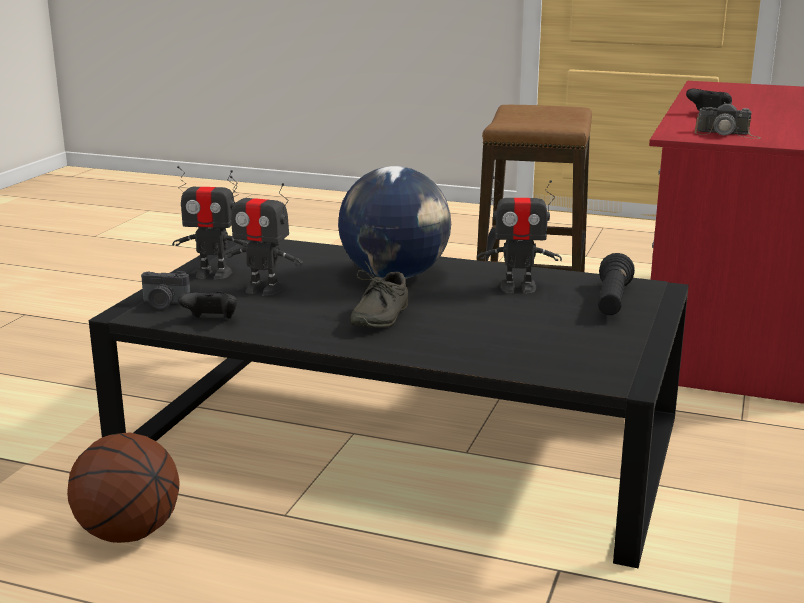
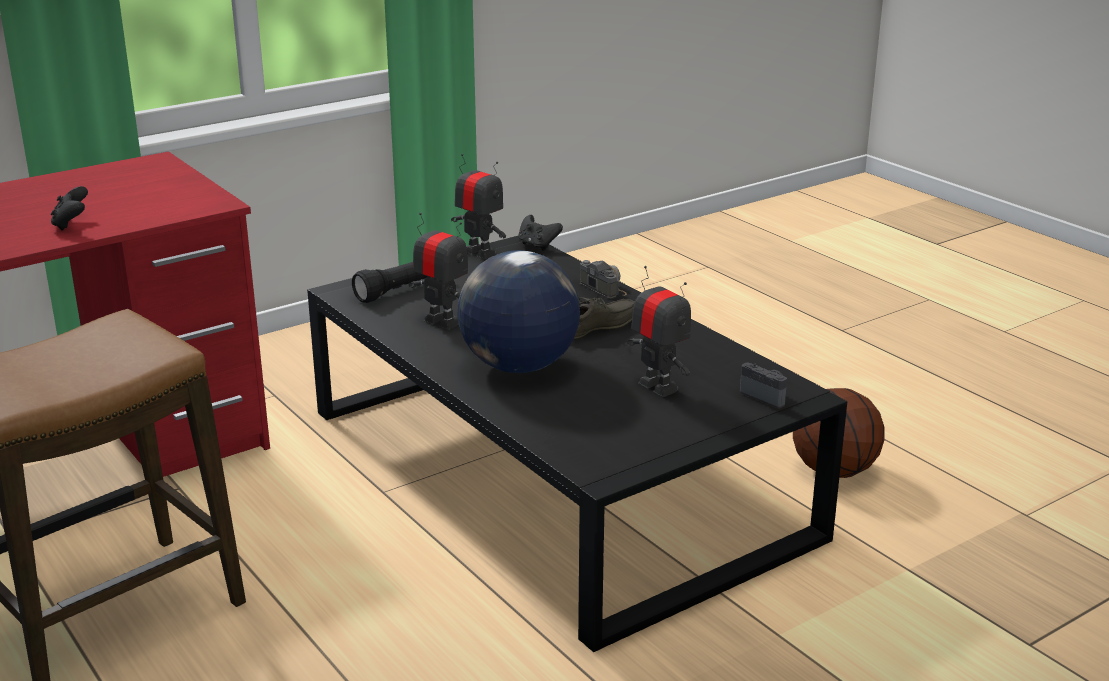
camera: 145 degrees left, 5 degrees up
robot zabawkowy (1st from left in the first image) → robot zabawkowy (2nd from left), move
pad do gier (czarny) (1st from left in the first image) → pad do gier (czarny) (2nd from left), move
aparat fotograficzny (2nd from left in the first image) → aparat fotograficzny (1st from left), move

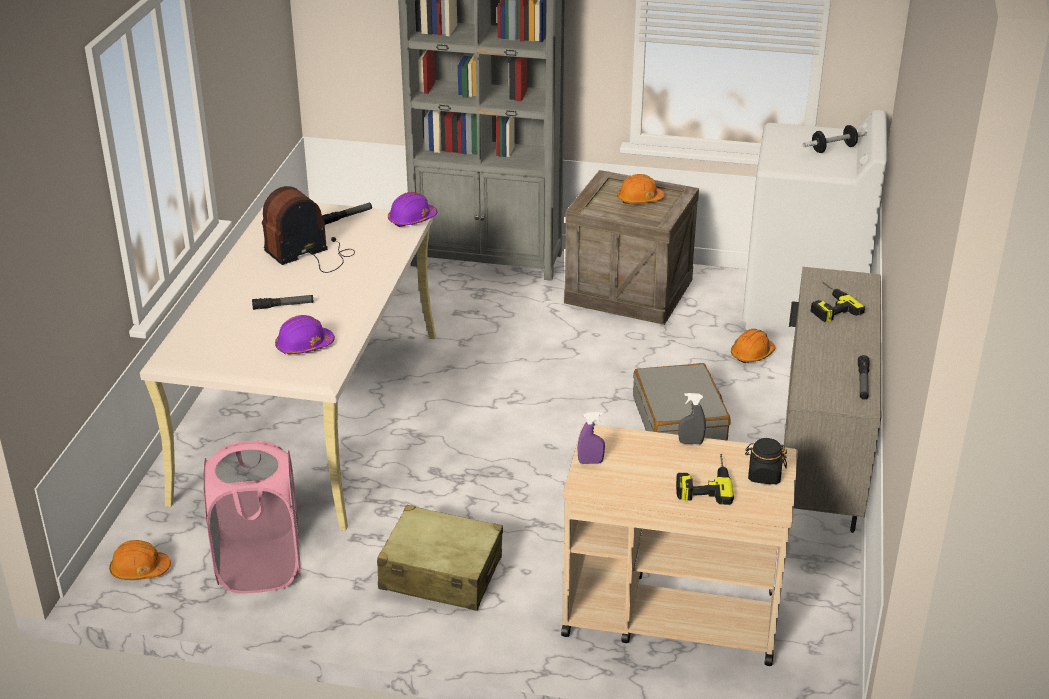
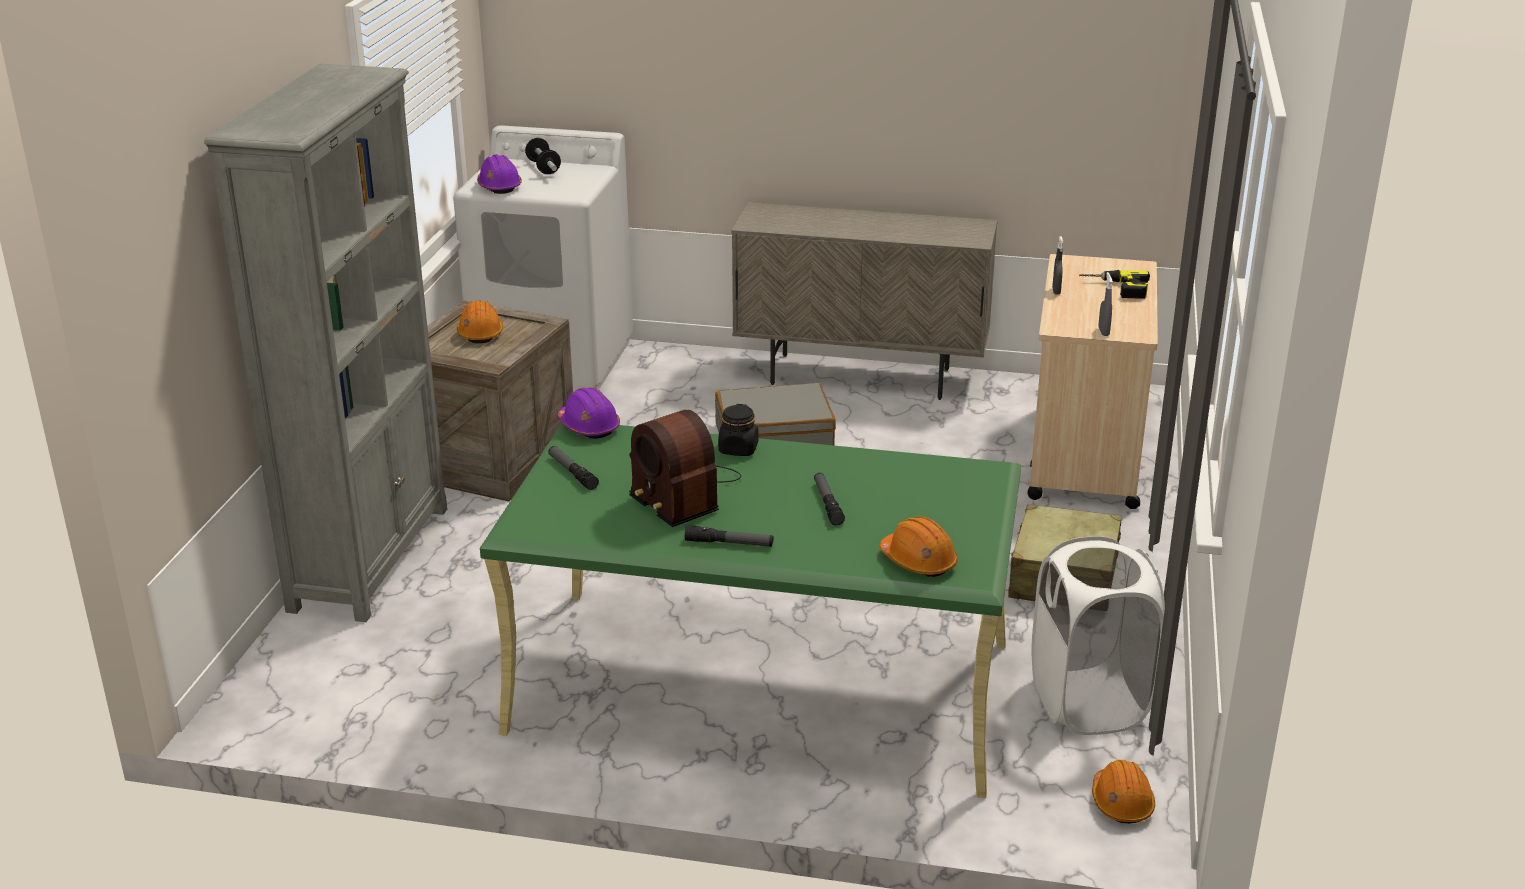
camera: 90 degrees left, 5 degrees down
biurko (beżowy) → biurko (zielony)
kosz na pranie (różowy) → kosz na pranie (biały)
kask (fioletowy) (1st from left), move
spryskiwacz (fioletowy) → spryskiwacz (szary) (2nd from left)
kask (pomarańczowy) (3rd from left in the first image) → kask (pomarańczowy) (2nd from left), move
słoik (czarny), move
wiertarka (2nd from left) → -
latarka (3rd from left in the first image) → latarka (2nd from left), move

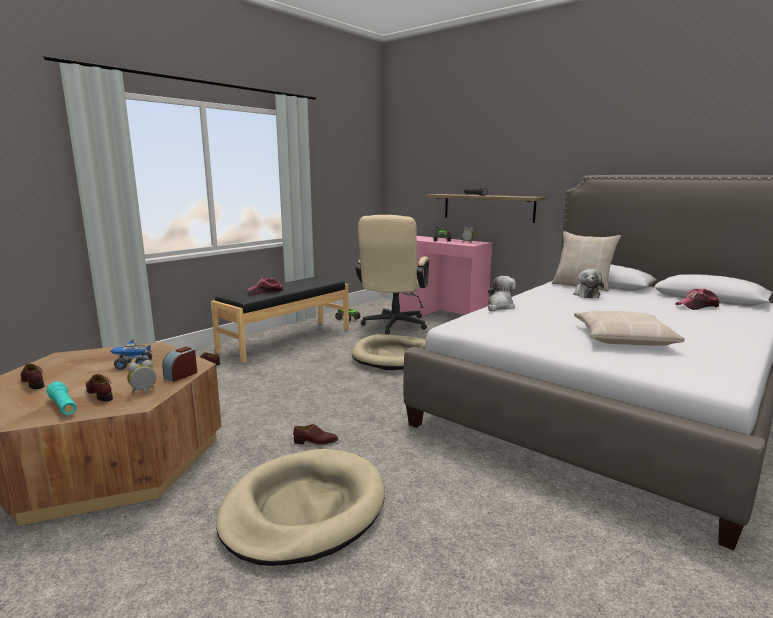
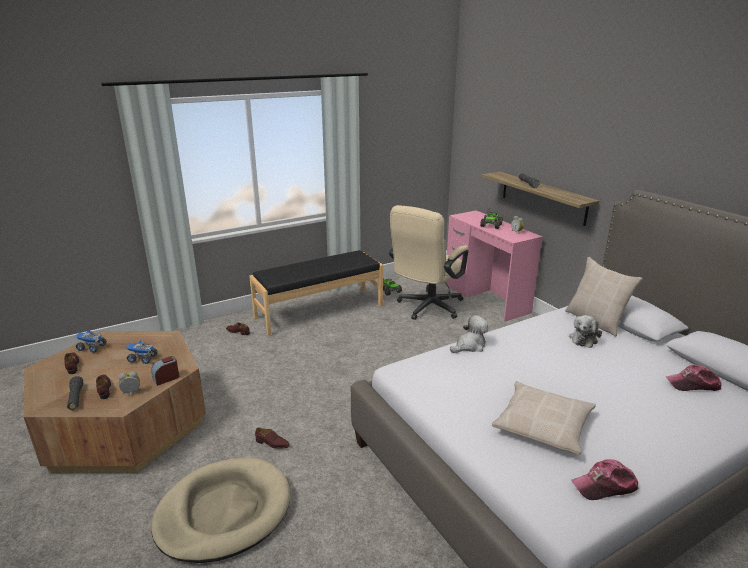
camera: 20 degrees right, 10 degrees up
latarka (turkusowy) → latarka (czarny) (1st from left)
czapka z daszkiem (1st from left), move
legowisko (beżowy) (2nd from left) → -
- → ciężarówka zabawkowa (1st from left)

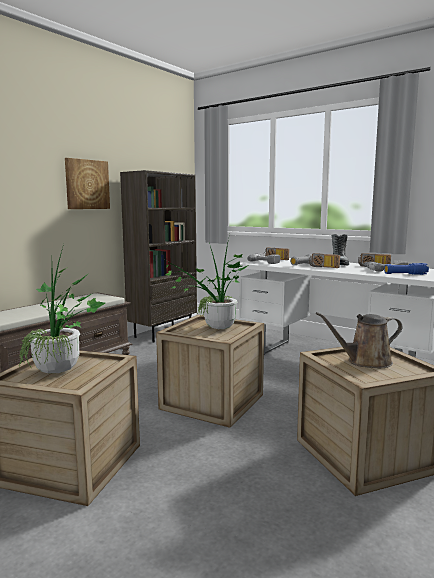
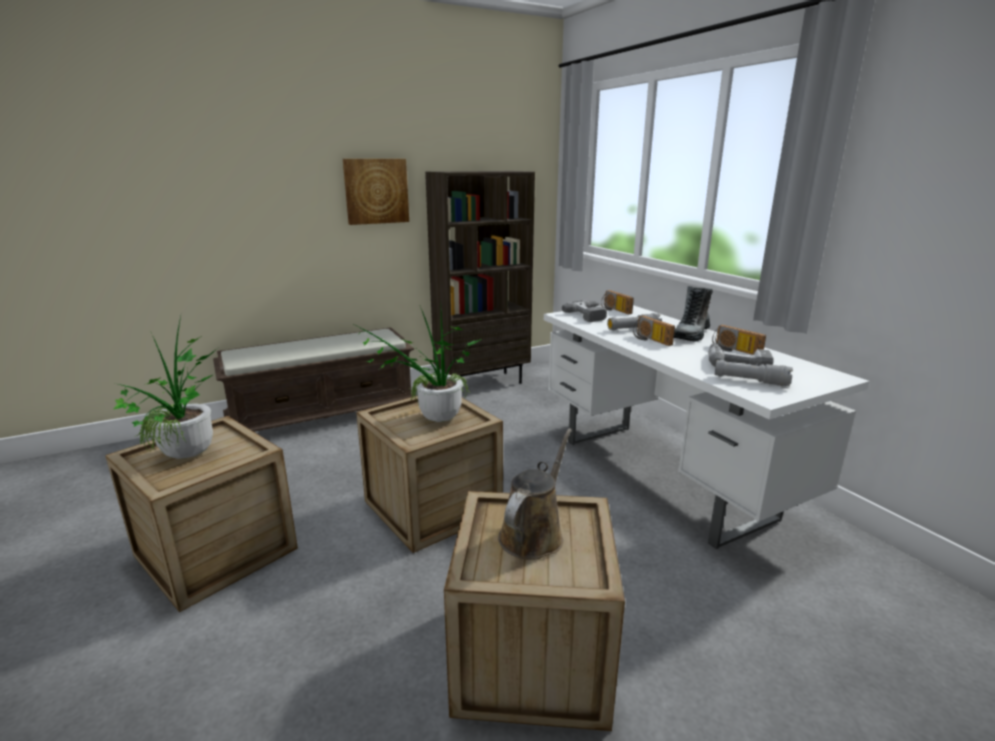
camera: 25 degrees right, 10 degrees up
konewka (brązowy), 105 degrees clockwise
latarka (niebieski) → latarka (szary) (2nd from left)

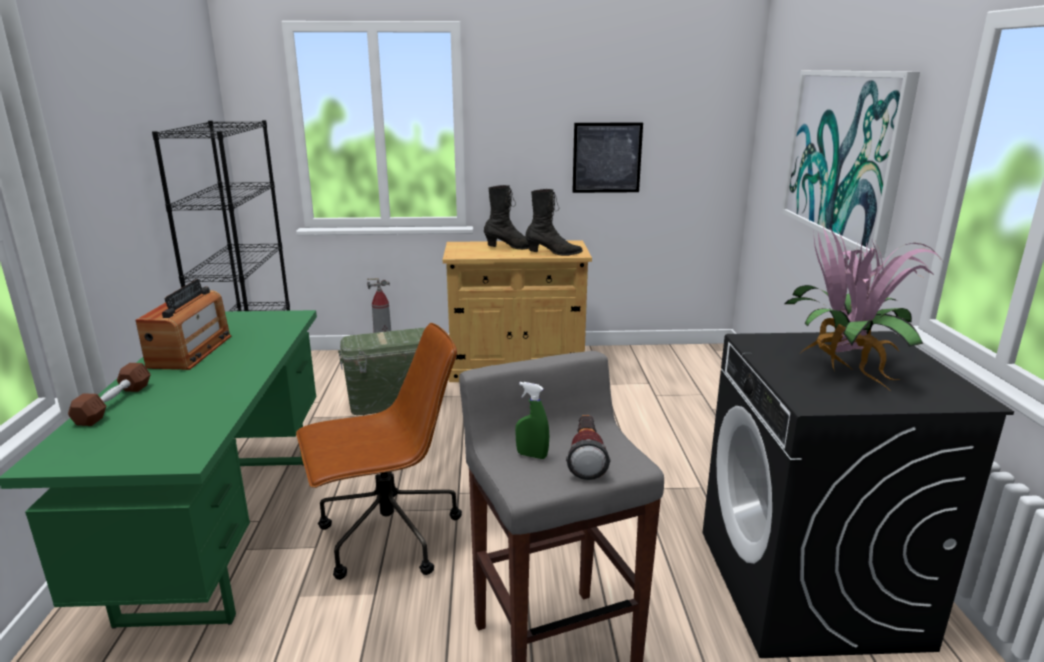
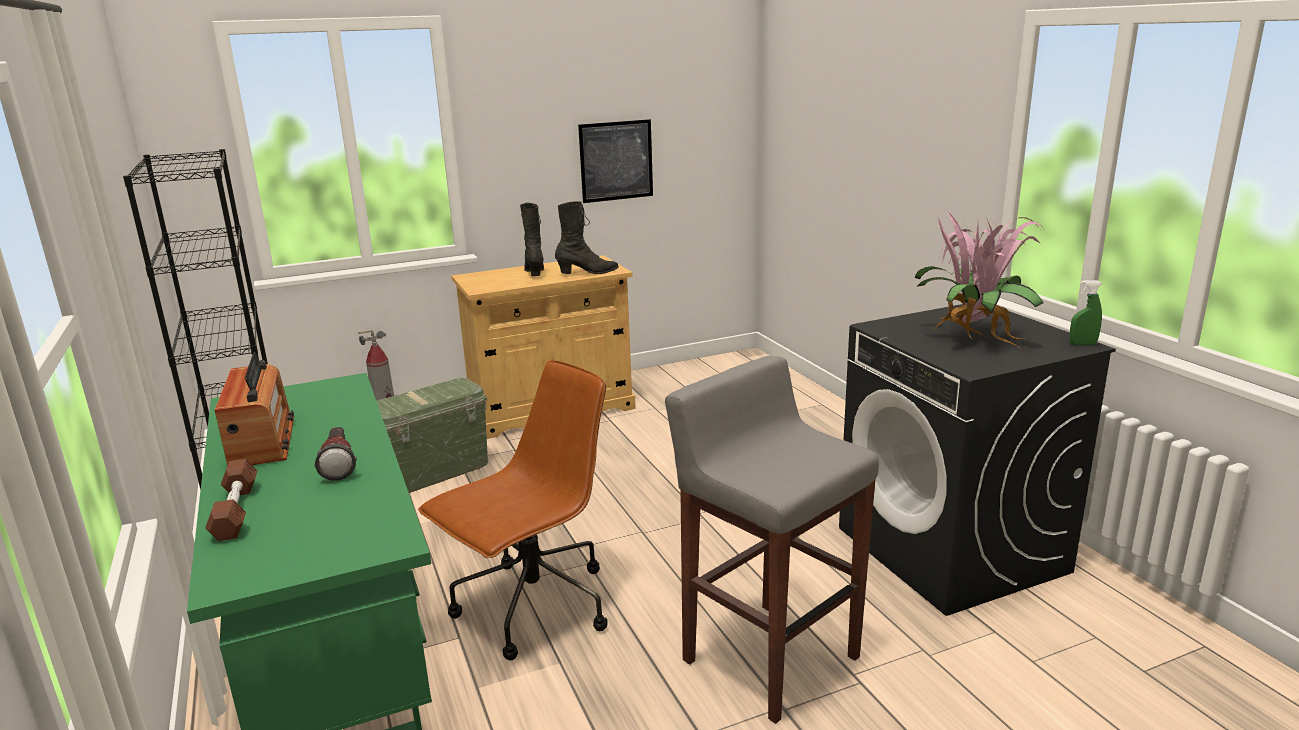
camera: 20 degrees left, 0 degrees up
but z cholewką (czarny) (1st from left), 75 degrees counterclockwise
spryskiwacz (zielony), move
latarka, move
obraz (2nd from left) → -

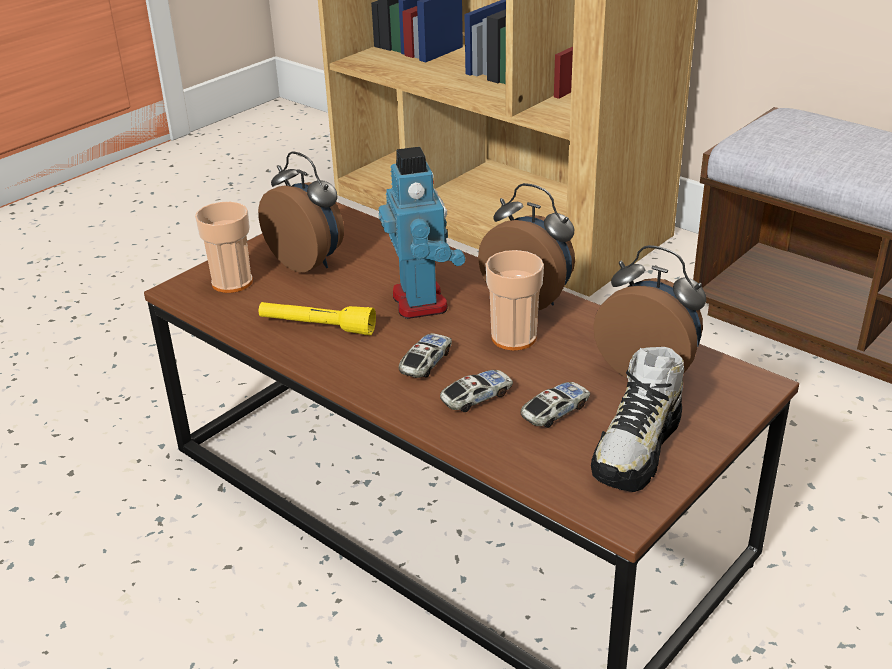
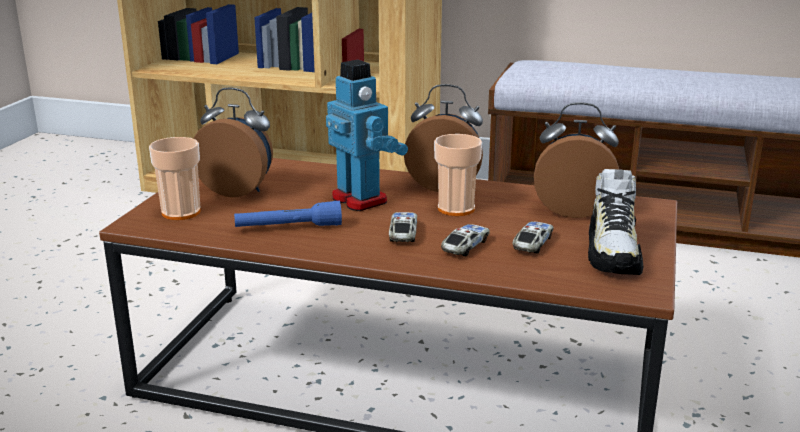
camera: 25 degrees left, 10 degrees down
latarka (żółty) → latarka (niebieski)

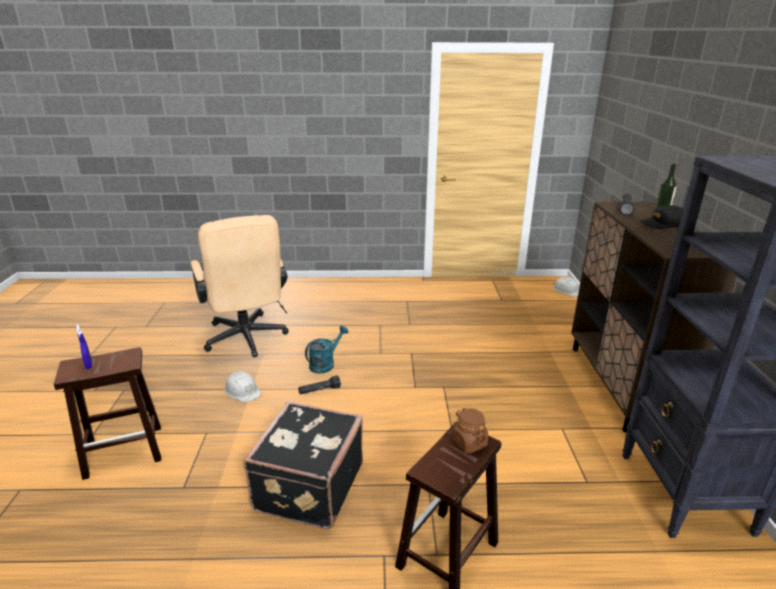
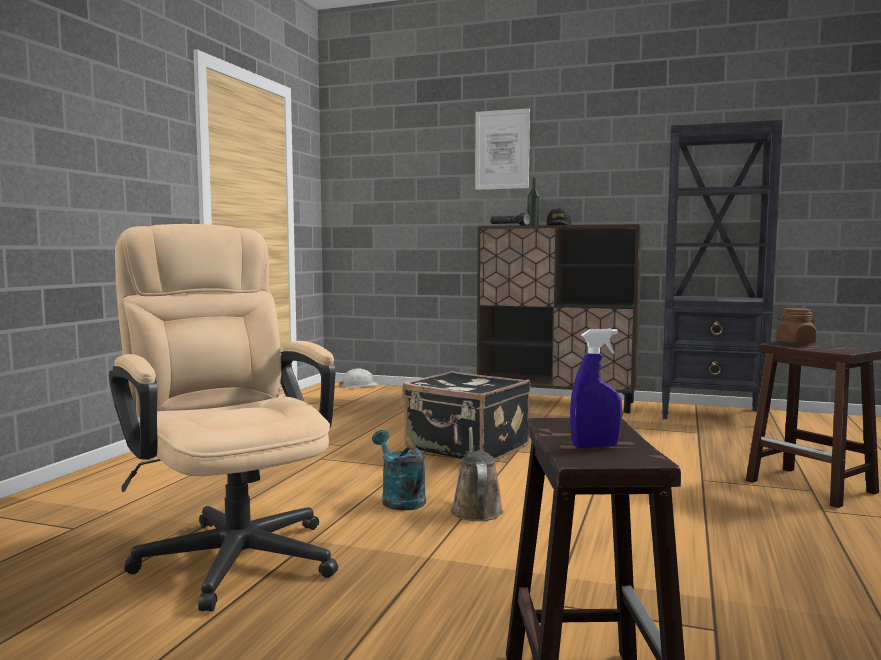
camera: 70 degrees left, 20 degrees down
krzesło biurowe (beżowy), 120 degrees counterclockwise
kask (biały) (1st from left) → -
walizka (czarny), move
latarka (czarny) (1st from left) → konewka (brązowy)
- → obraz

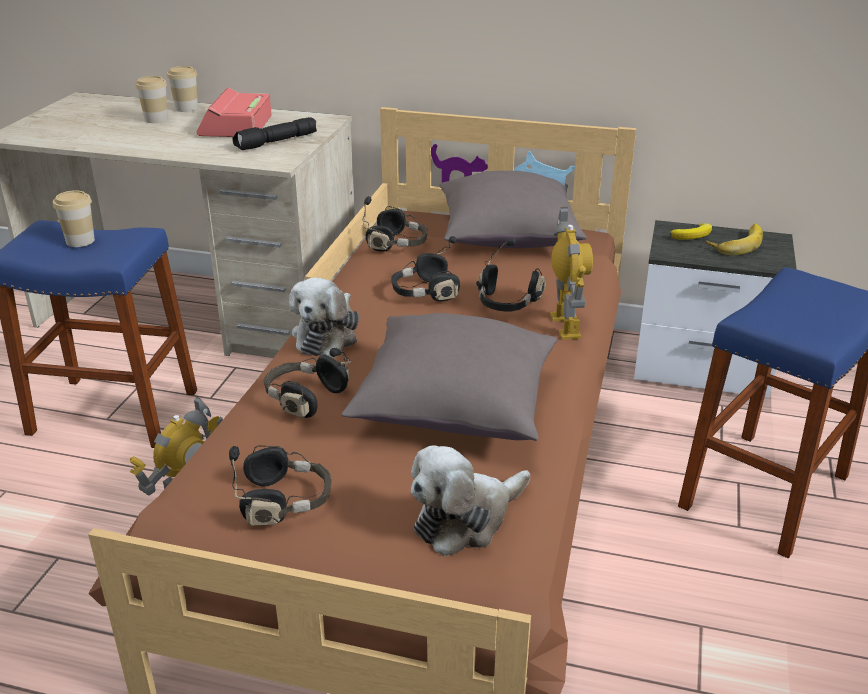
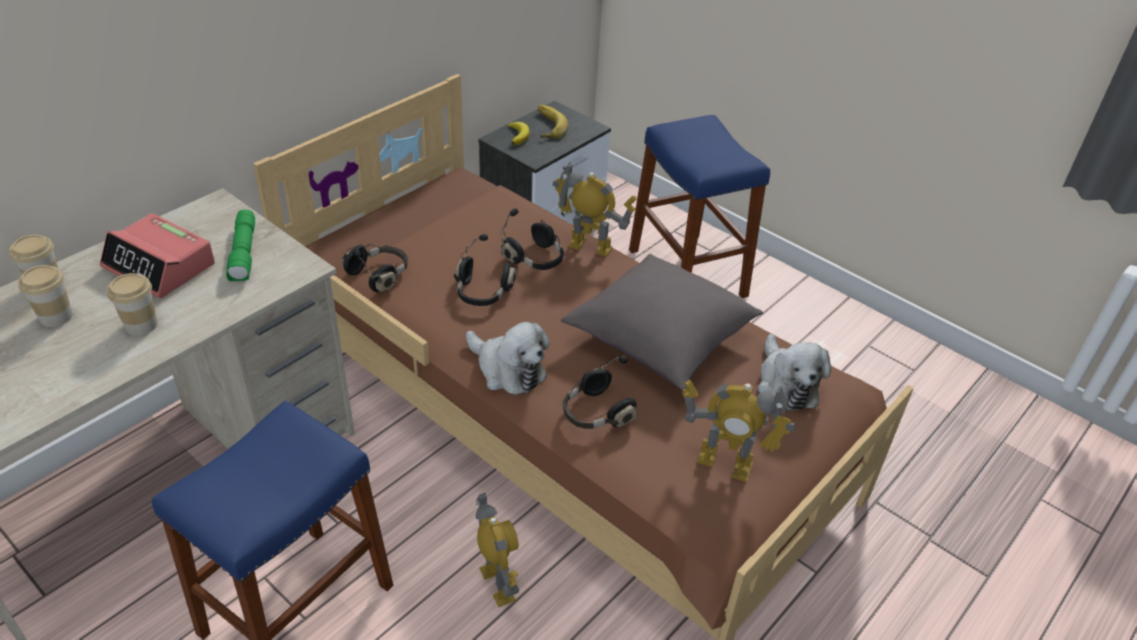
camera: 65 degrees left, 10 degrees up
filiżanka (1st from left in the first image) → filiżanka (3rd from left), move
słuchawki (czarny) (1st from left) → robot zabawkowy (3rd from left)
latarka (czarny) → latarka (zielony)
poduszka (szary) (2nd from left) → -

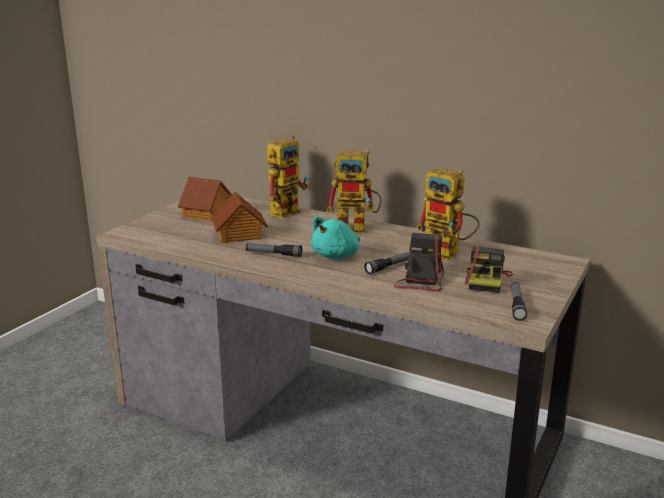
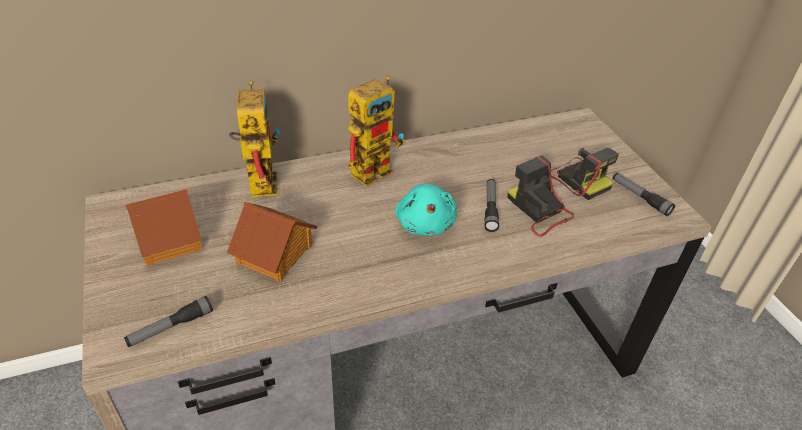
camera: 50 degrees left, 20 degrees up
latarka (1st from left), move
robot zabawkowy (3rd from left) → -

